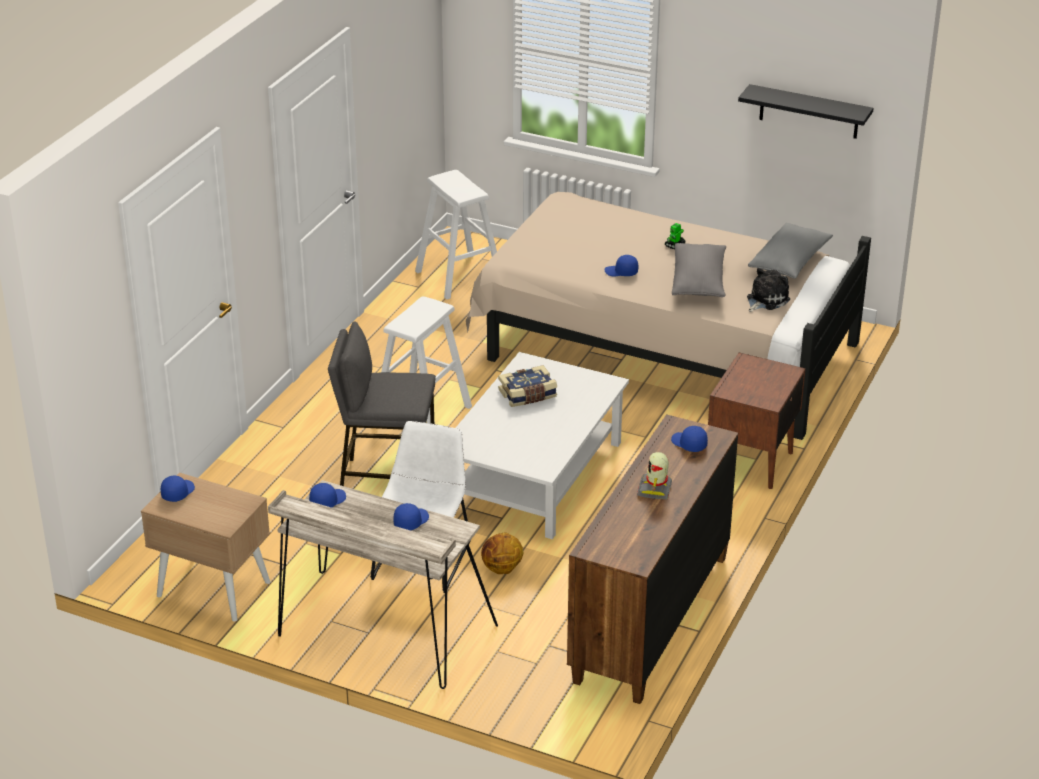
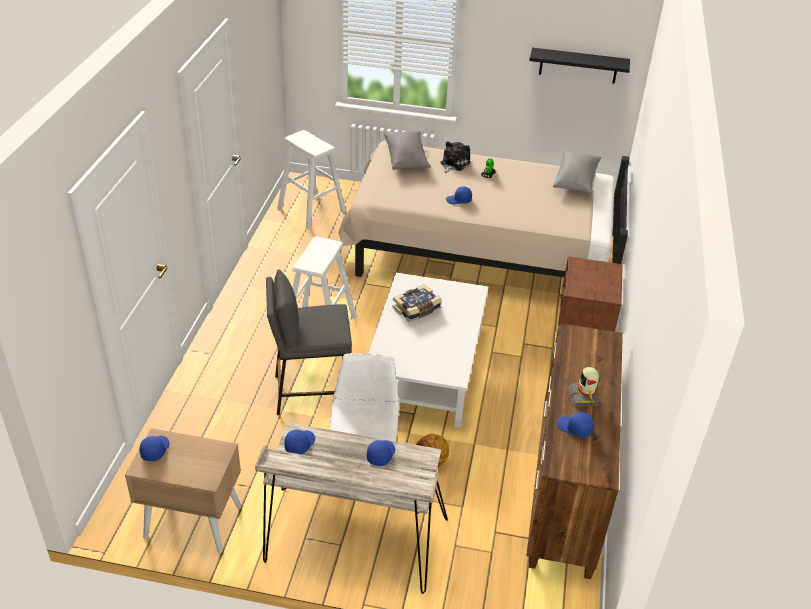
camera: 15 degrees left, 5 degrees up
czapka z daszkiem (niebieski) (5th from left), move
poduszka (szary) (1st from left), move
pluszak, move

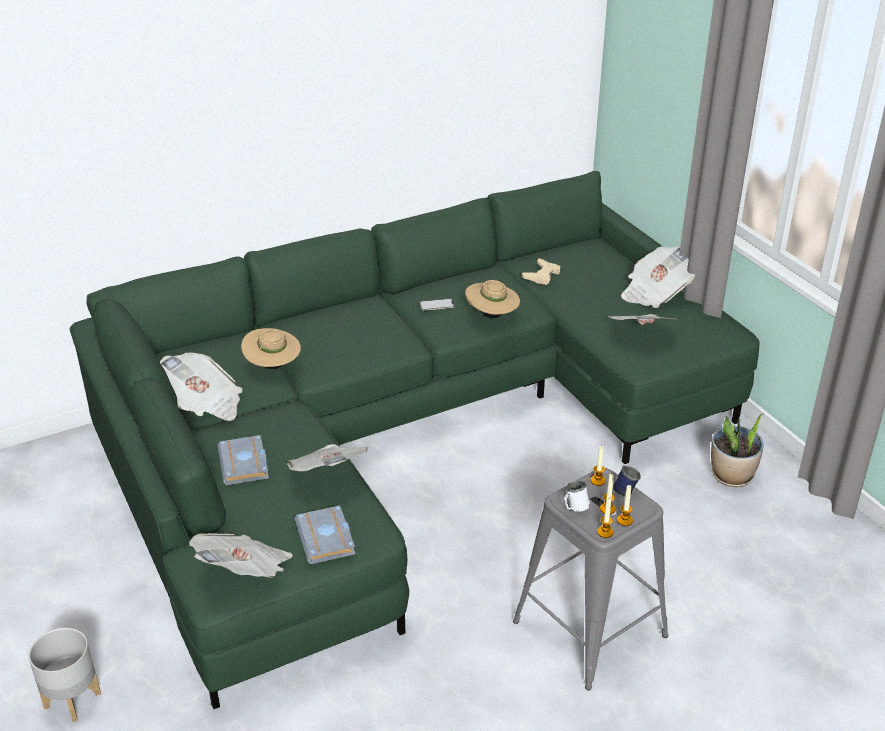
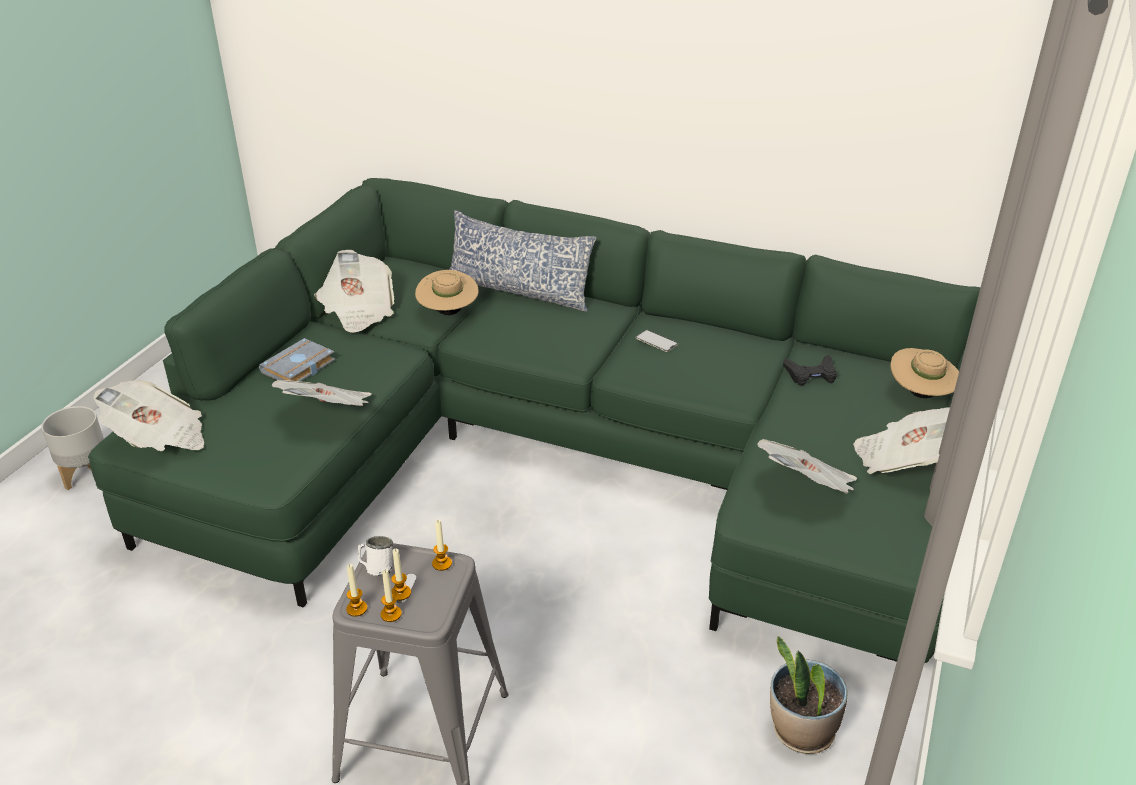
camera: 50 degrees right, 0 degrees up
książka (szary) (2nd from left) → -
kapelusz (beżowy) (2nd from left), move
pad do gier (beżowy) → pad do gier (czarny)
kubek (niebieski) → -
- → poduszka

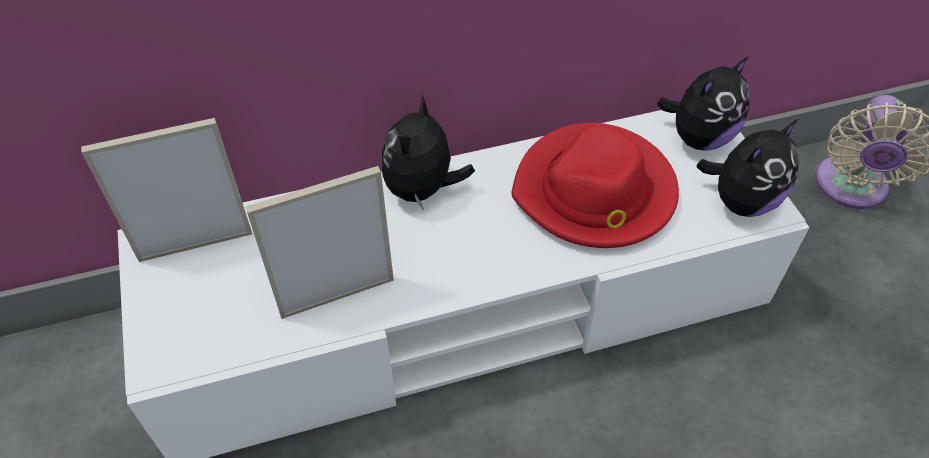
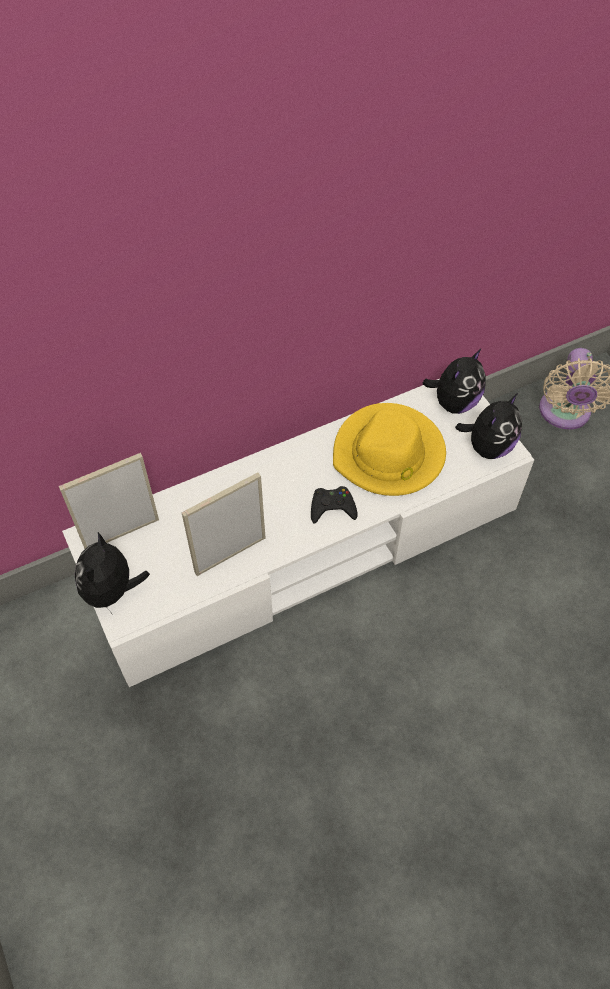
camera: 10 degrees left, 5 degrees up
pluszak (1st from left), move
kapelusz (czerwony) → kapelusz (żółty)
- → pad do gier (czarny)

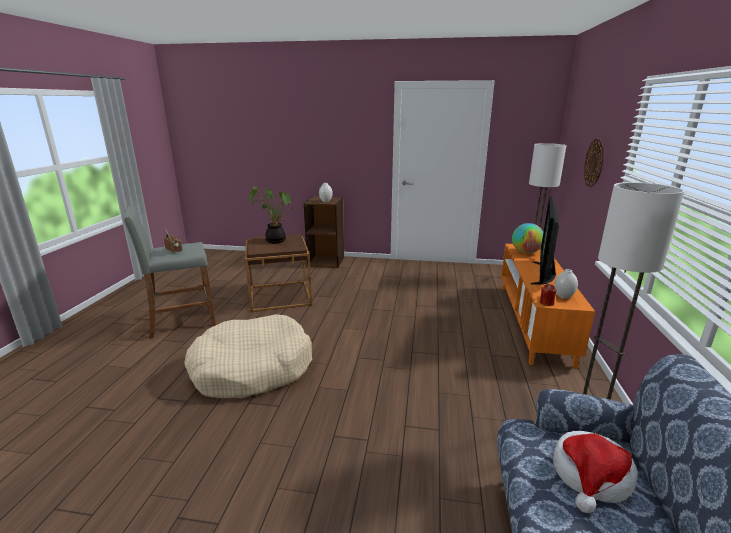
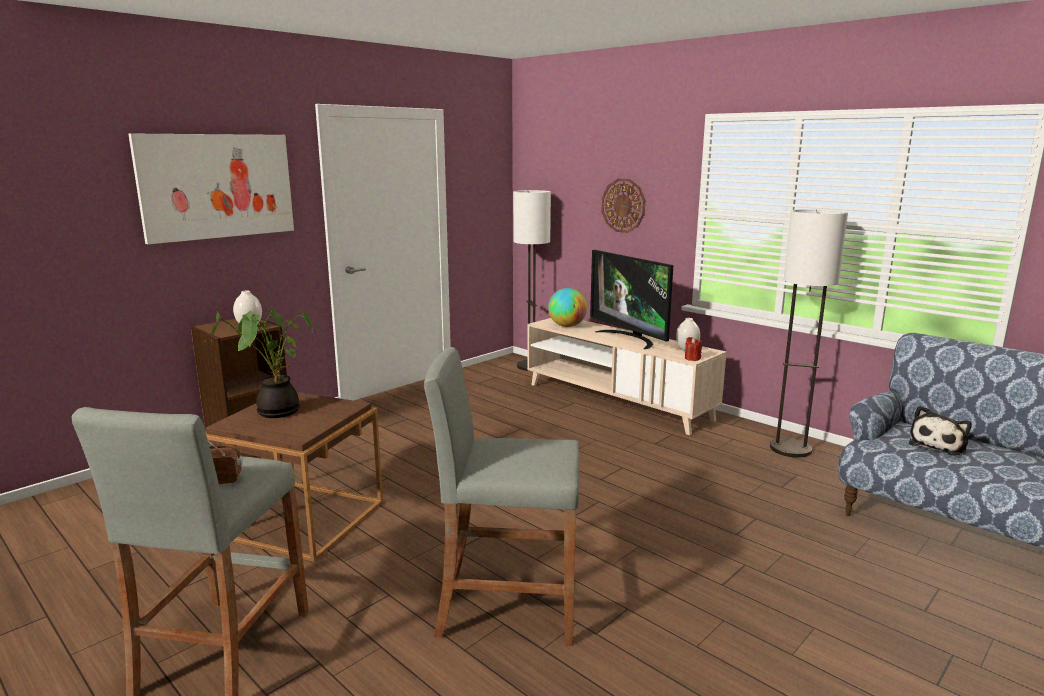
camera: 55 degrees left, 5 degrees down
legowisko (beżowy) → stołek (szary) (2nd from left)
szafka pod telewizor (pomarańczowy) → szafka pod telewizor (beżowy)
kapelusz → pluszak
- → obraz

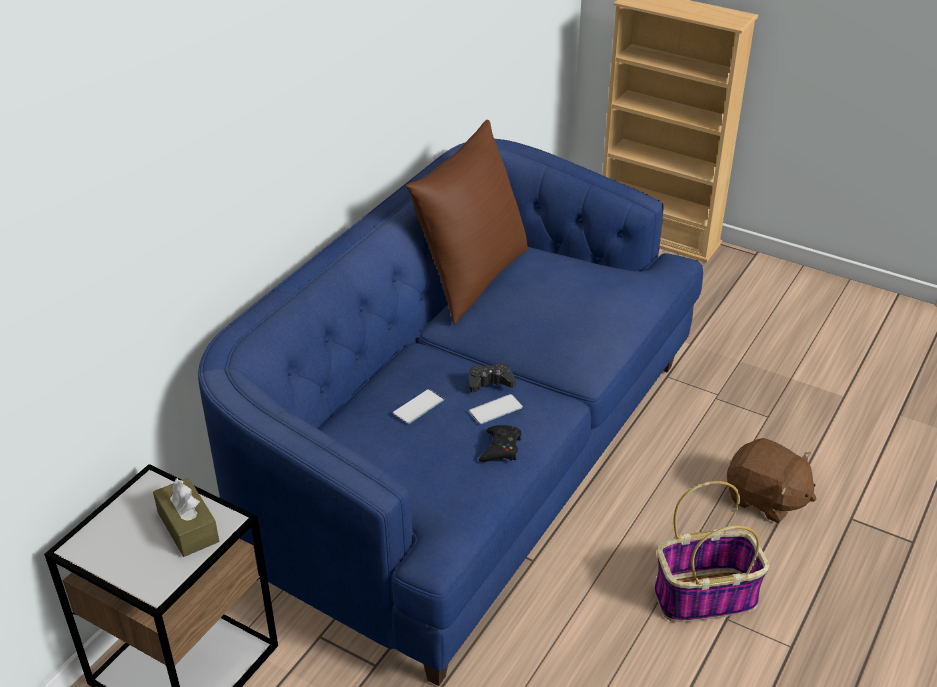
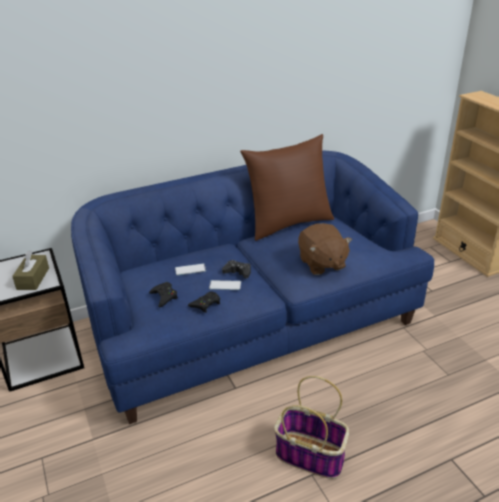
camera: 35 degrees right, 5 degrees down
pluszak (brązowy), move
- → pad do gier (czarny) (1st from left)

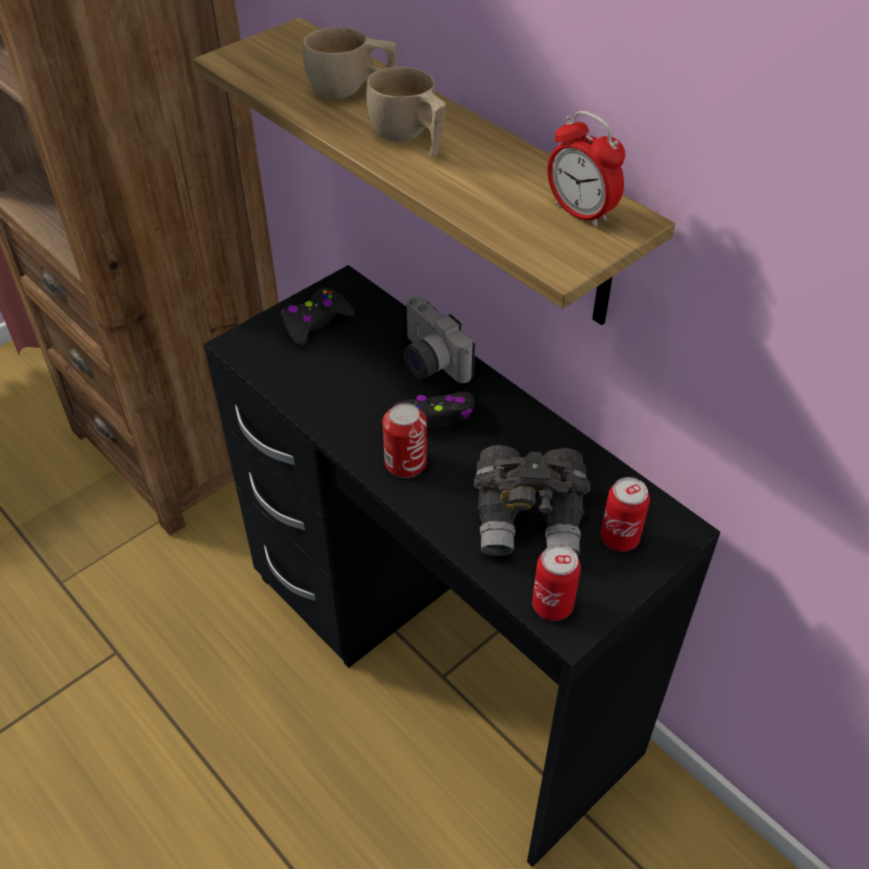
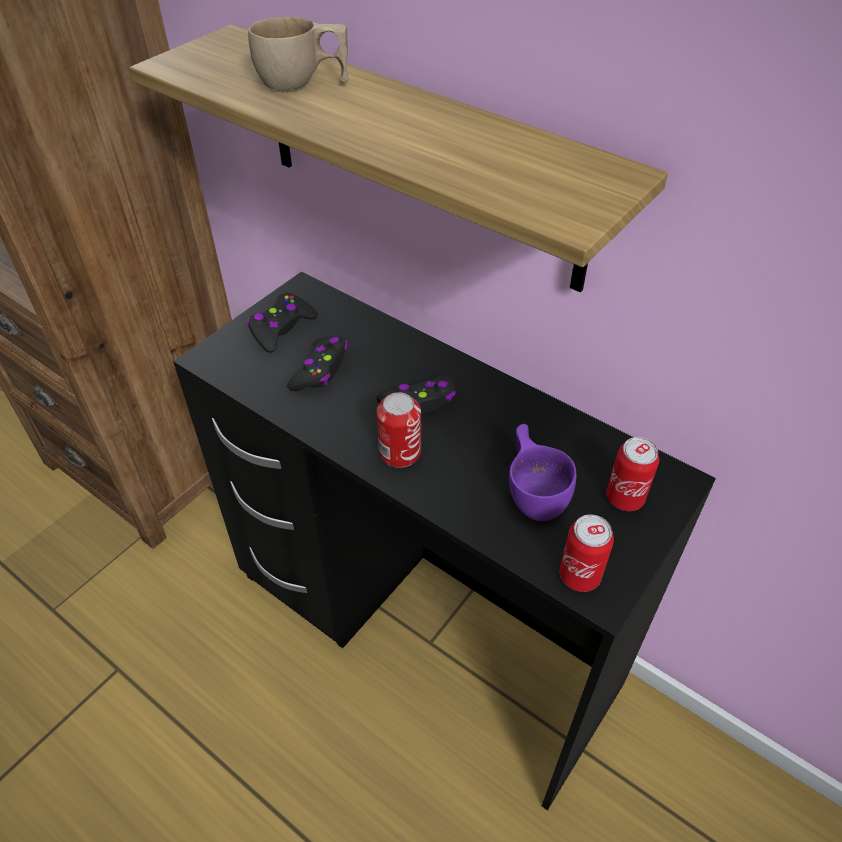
camera: 10 degrees left, 0 degrees up
filiżanka (beżowy) (2nd from left) → -
aparat fotograficzny → -
lornetka (szary) → filiżanka (fioletowy)
budzik → -
- → pad do gier (czarny) (2nd from left)

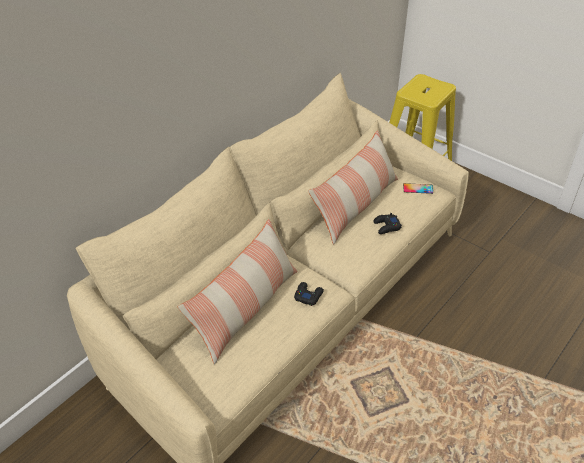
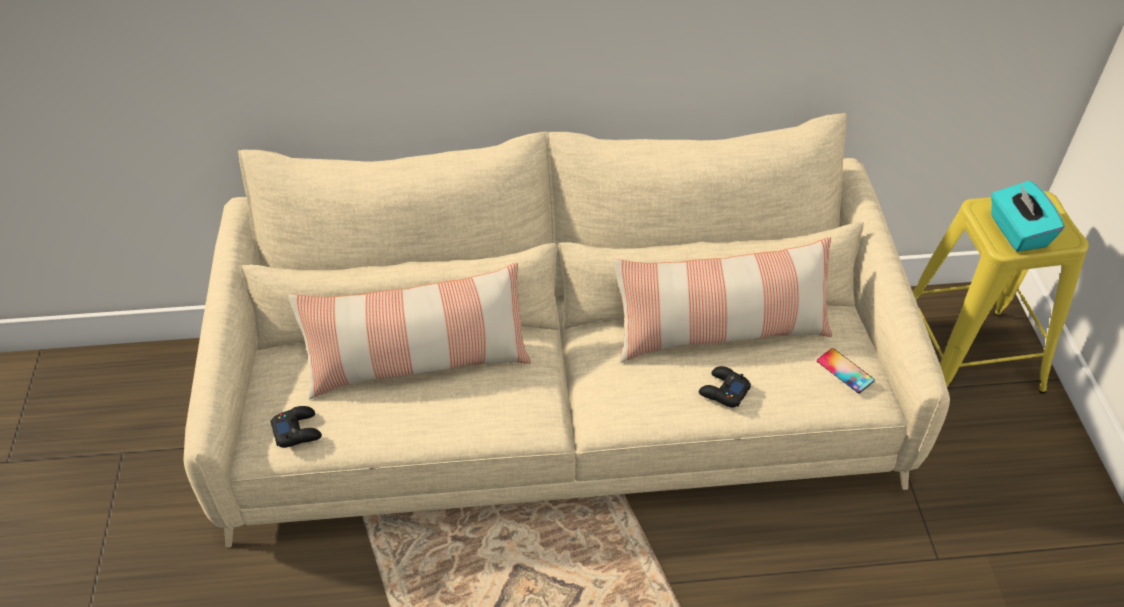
camera: 45 degrees right, 5 degrees up
pad do gier (czarny) (1st from left), move
- → pudełko chusteczek (turkusowy)

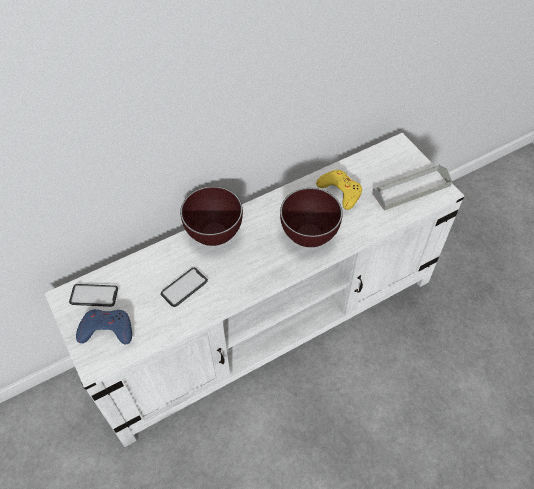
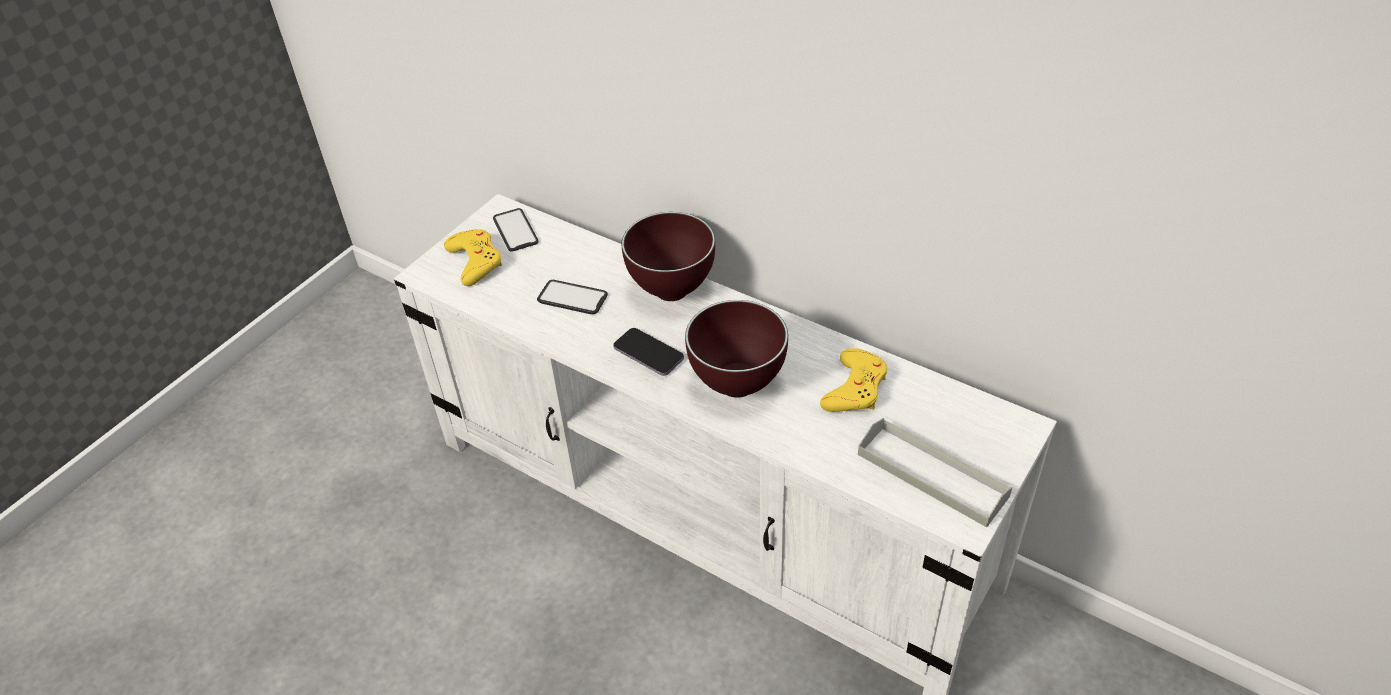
camera: 65 degrees right, 10 degrees down
pad do gier (niebieski) → pad do gier (żółty) (1st from left)
- → telefon (3rd from left)

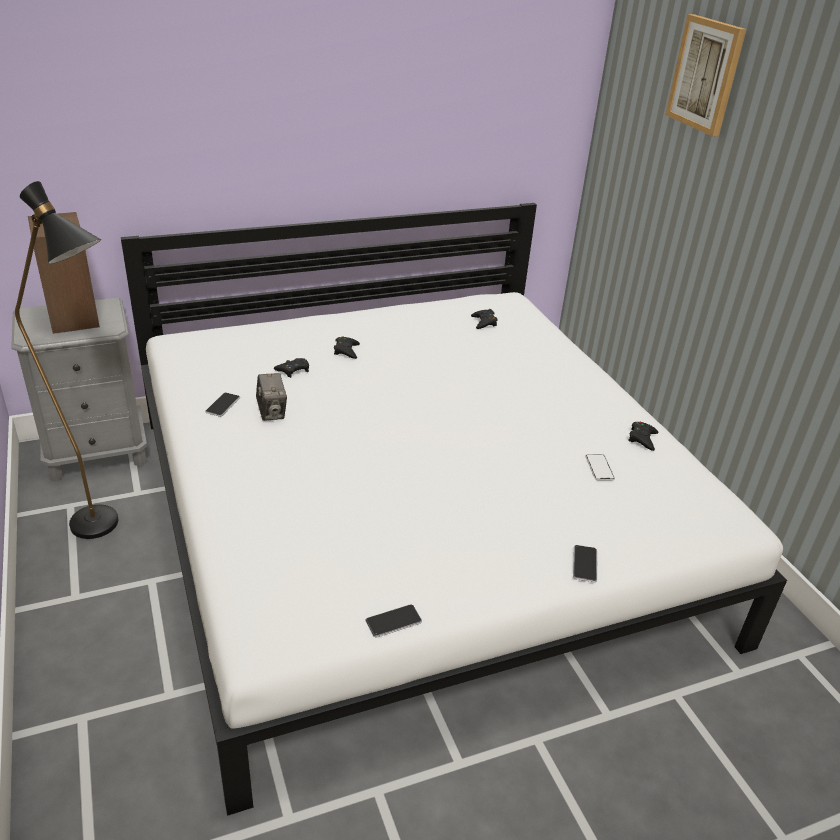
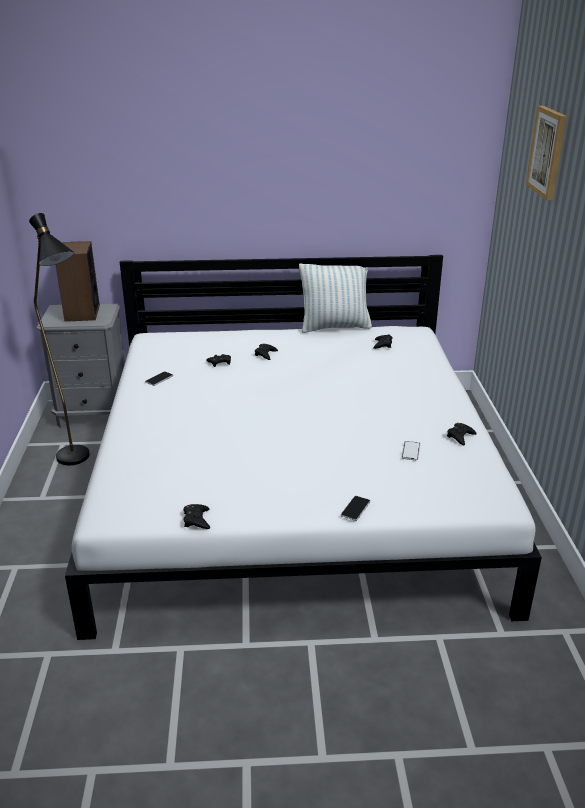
camera: 20 degrees right, 5 degrees down
aparat fotograficzny → -
telefon (2nd from left) → pad do gier (czarny) (1st from left)
- → poduszka

